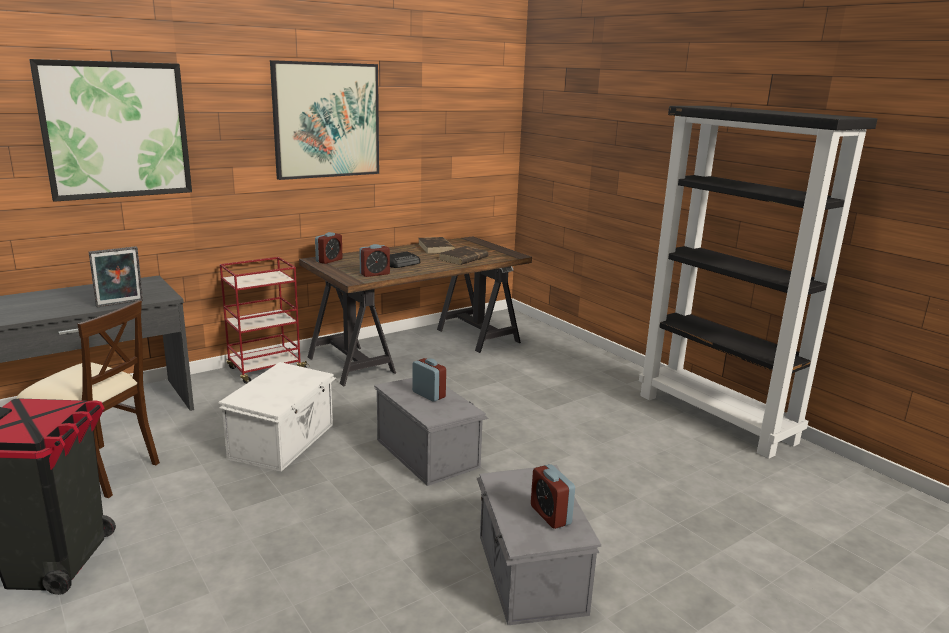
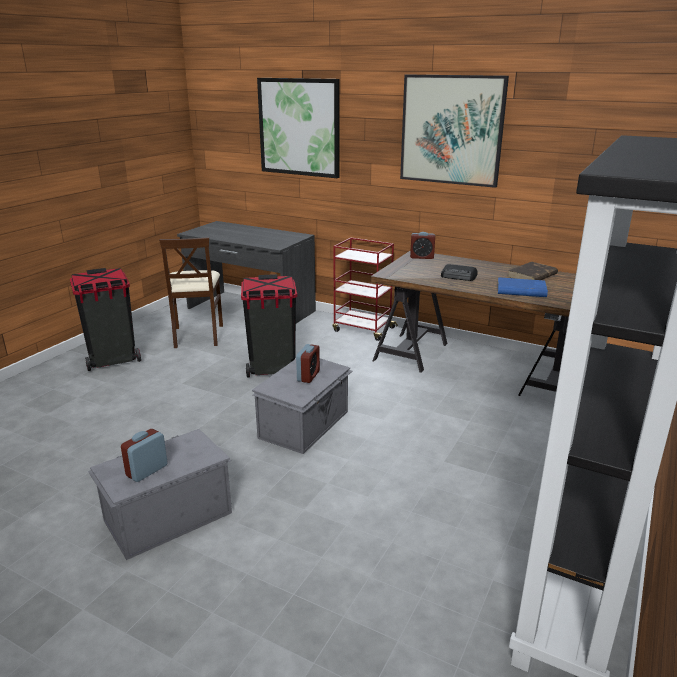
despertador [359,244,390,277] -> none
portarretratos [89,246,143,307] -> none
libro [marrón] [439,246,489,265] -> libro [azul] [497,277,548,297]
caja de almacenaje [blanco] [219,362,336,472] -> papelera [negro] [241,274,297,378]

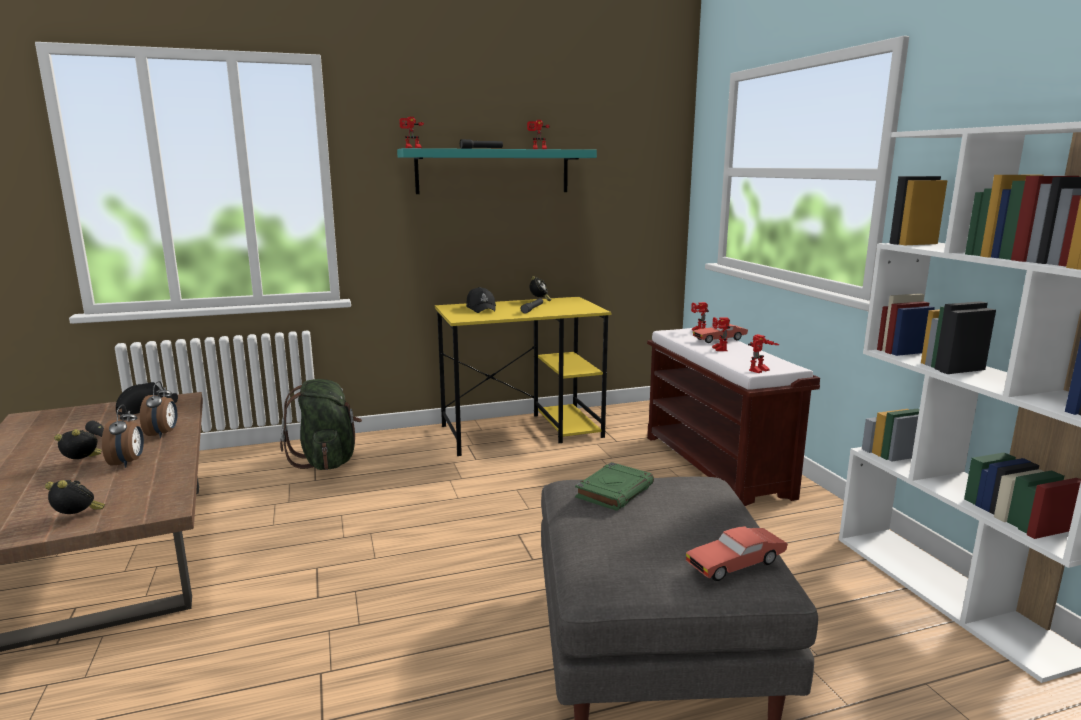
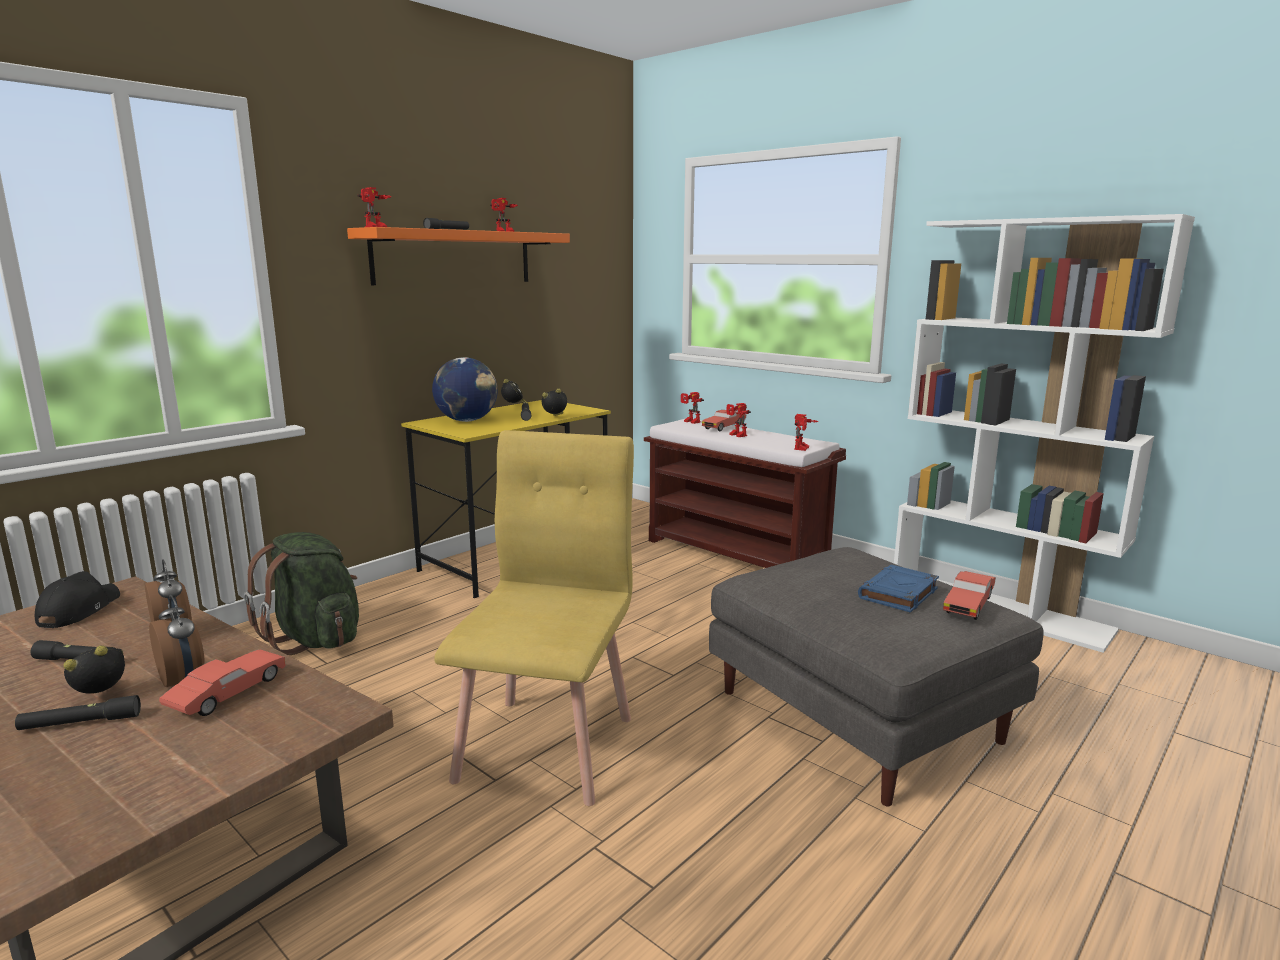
estante [turquesa] [397,148,597,194] -> estante [naranja] [347,227,570,285]
gorra [negro] [466,287,496,313] -> globo terráqueo [432,357,497,422]
libro [verde] [575,462,654,511] -> none
despertador [45,480,105,514] -> despertador [542,388,567,416], move
none -> silla [amarillo] [434,430,634,806]
none -> libro [azul] [858,565,939,613]
none -> coche de juguete [rojo] [159,650,286,716]
none -> linterna [negro] [15,695,141,730]

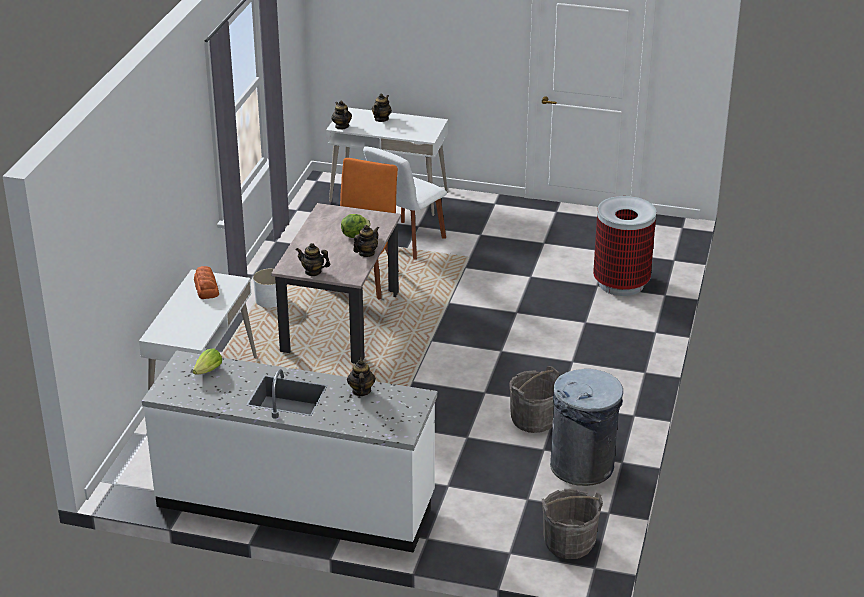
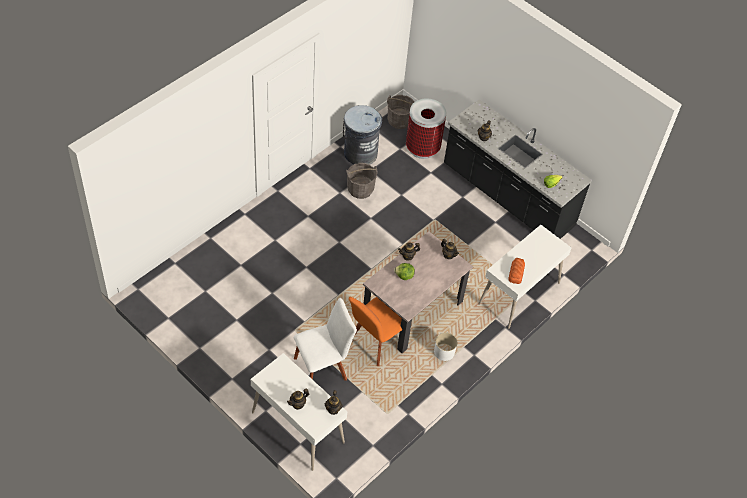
papelera [593,196,656,296] -> papelera [406,99,446,159], move
mueble bajo de cocina [blanco] [142,350,437,552] -> mueble bajo de cocina [negro] [444,99,592,239]

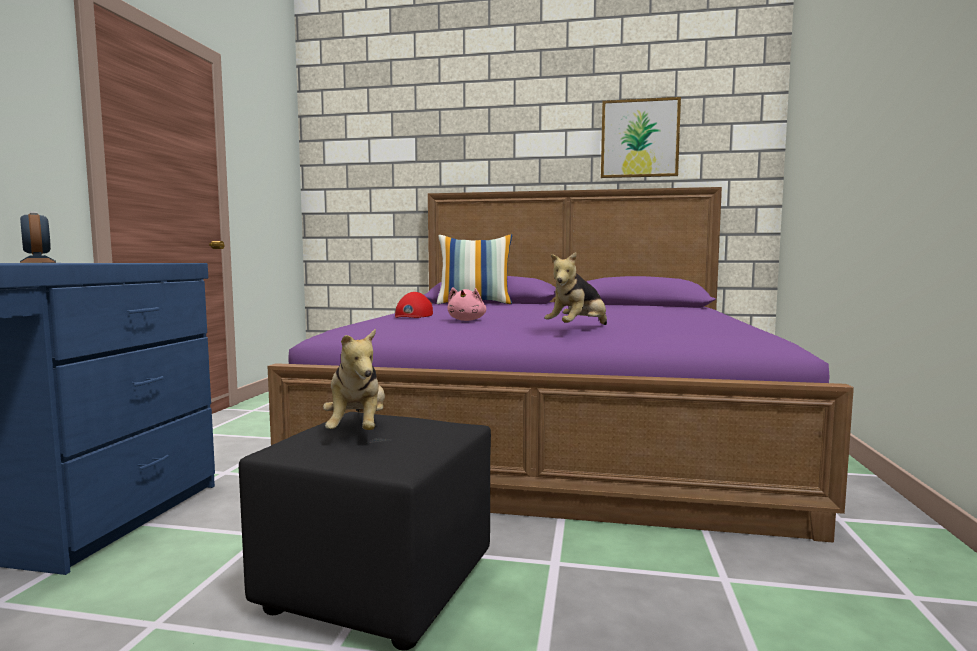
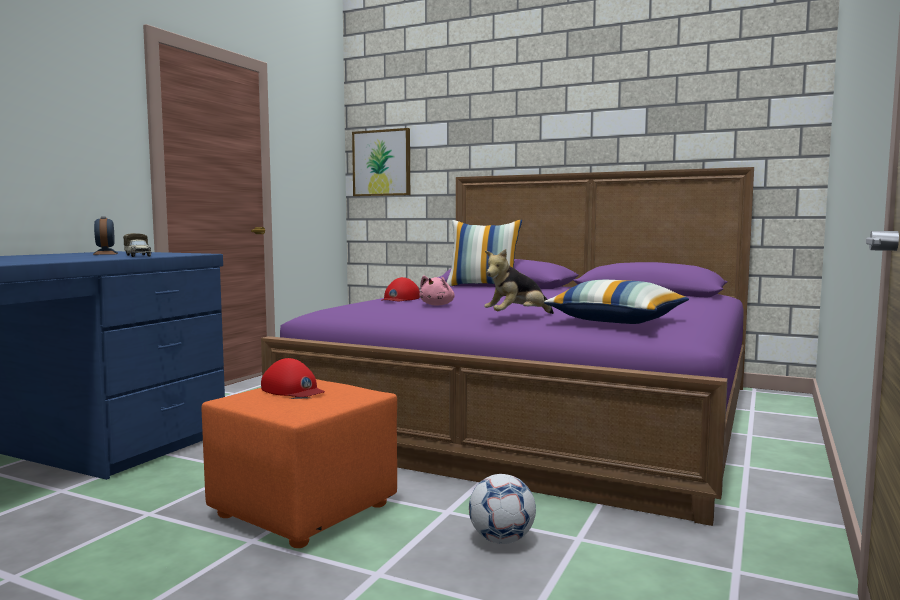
cuadro [601,97,681,178] -> cuadro [352,128,410,196], move
peluche [323,328,385,430] -> gorra [rojo] [261,358,325,397]
puf [negro] [239,412,491,650] -> puf [naranja] [201,379,397,548]
none -> camión de juguete [123,233,152,257]
none -> cojín [544,280,689,324]
none -> balón de fútbol [469,474,536,544]

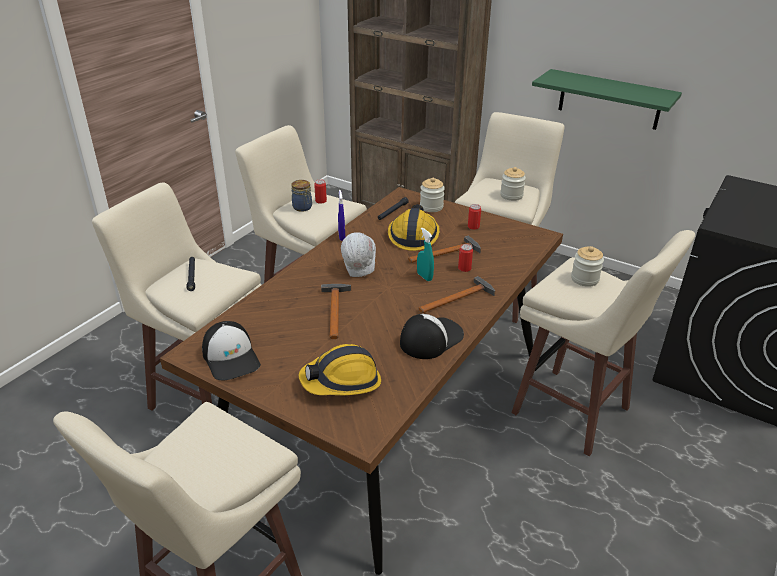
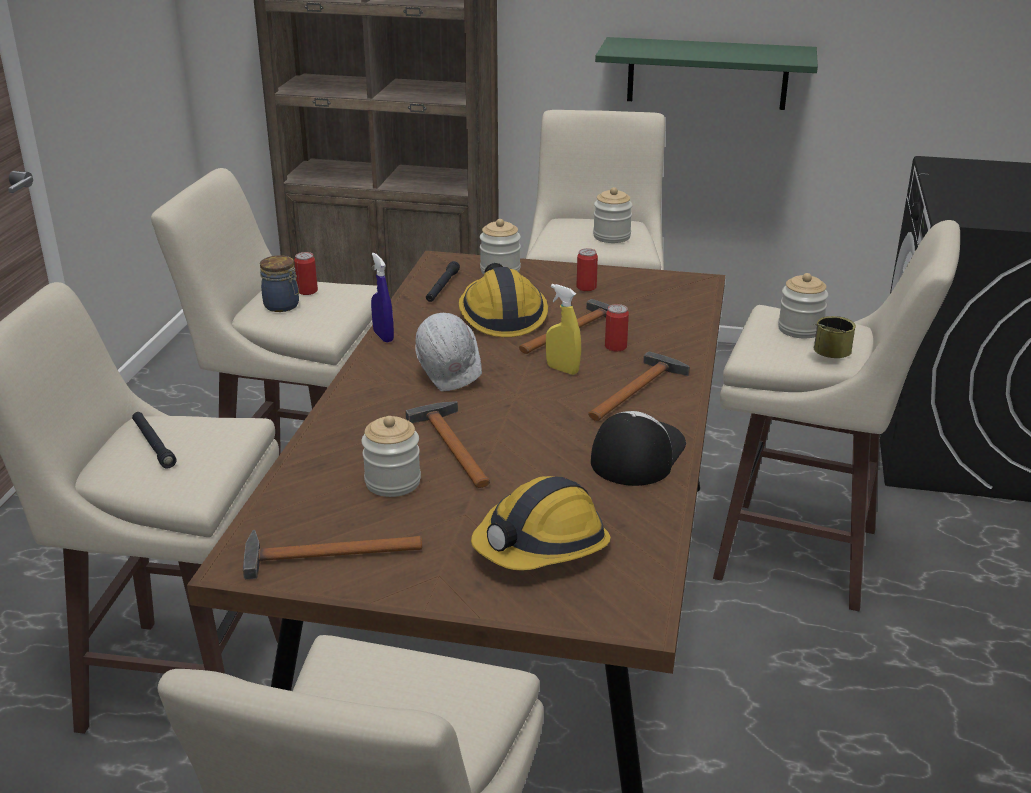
pulverizador [turquesa] [417,228,434,281] -> pulverizador [amarillo] [546,284,581,375]
gorra [202,321,261,380] -> martillo [243,530,422,579]
none -> lata [814,316,856,358]
none -> tarro [362,416,421,497]

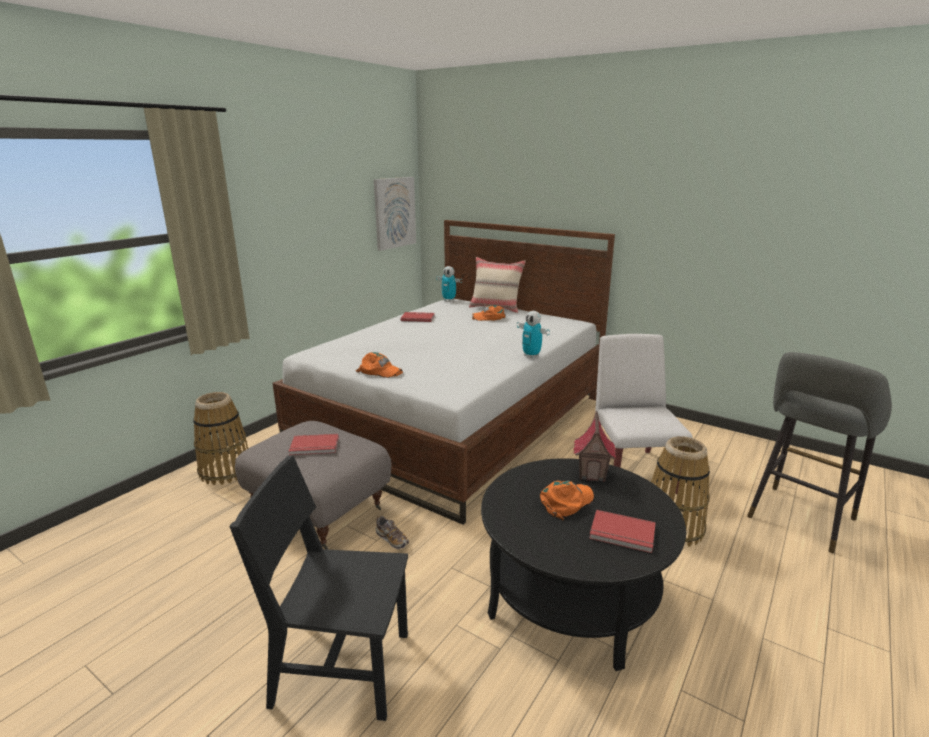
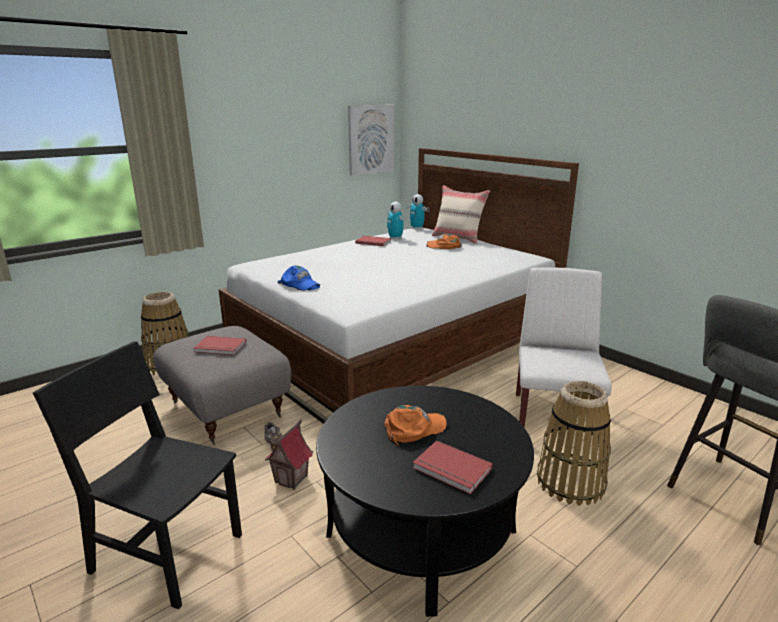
robot de juguete [517,311,550,358] -> robot de juguete [387,202,405,240], move
gorra [naranja] [356,352,403,378] -> gorra [azul] [277,266,320,291]
casita [573,411,616,482] -> casita [265,419,313,490], move

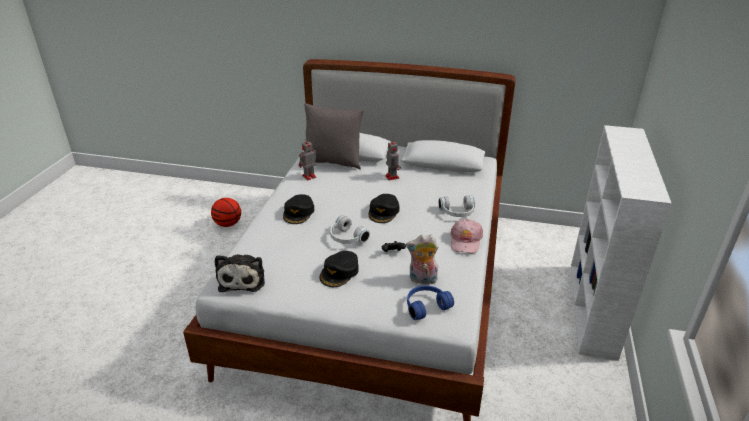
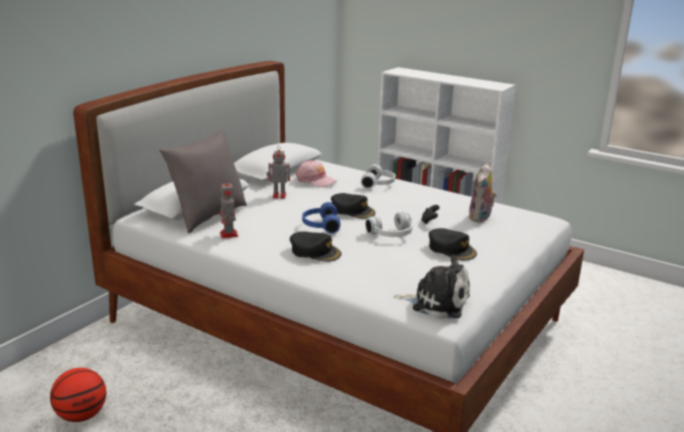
gorra [rosa] [450,219,483,253] -> gorra [rosa] [296,160,337,187], move
auriculares [azul] [407,285,454,320] -> auriculares [azul] [302,202,340,234], move

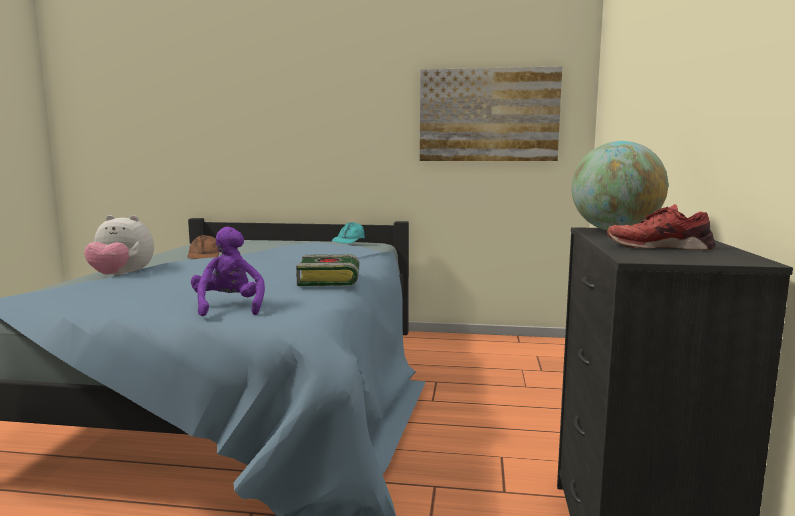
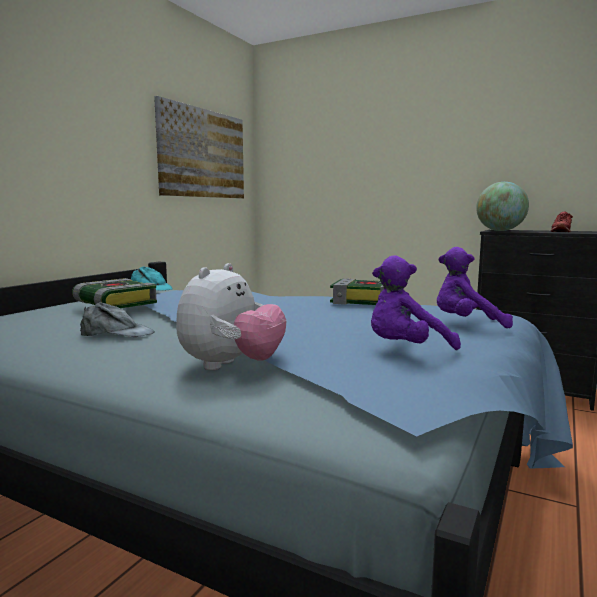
gorra [marrón] [187,235,219,259] -> gorra [gris] [80,302,155,337]
none -> peluche [morado] [371,255,461,350]
none -> libro [72,278,157,308]

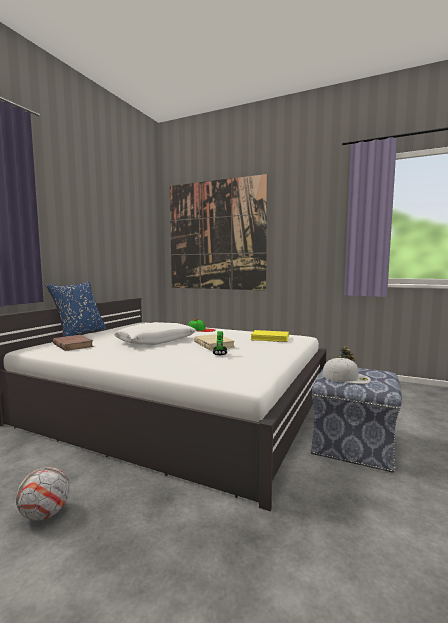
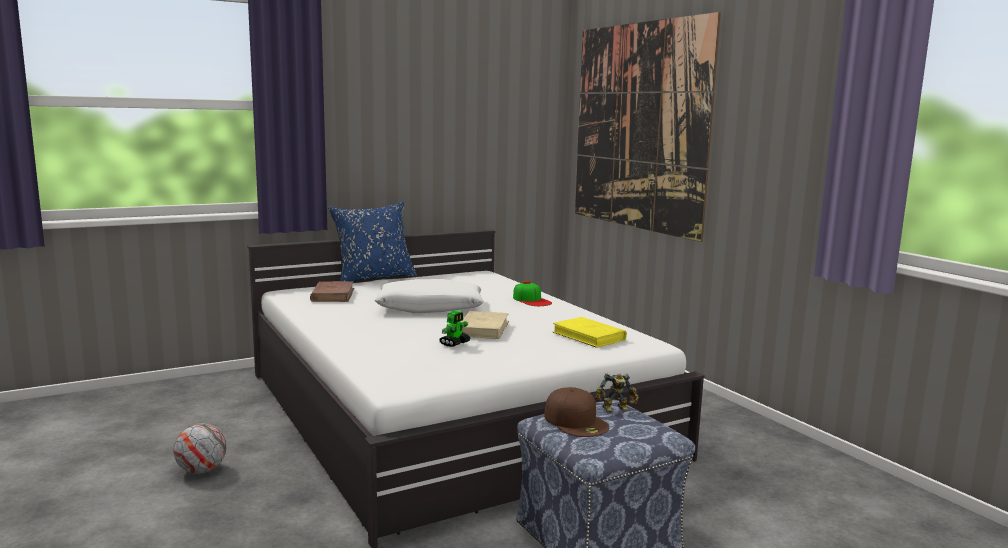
gorra [blanco] [323,358,371,384] -> gorra [marrón] [544,387,609,437]

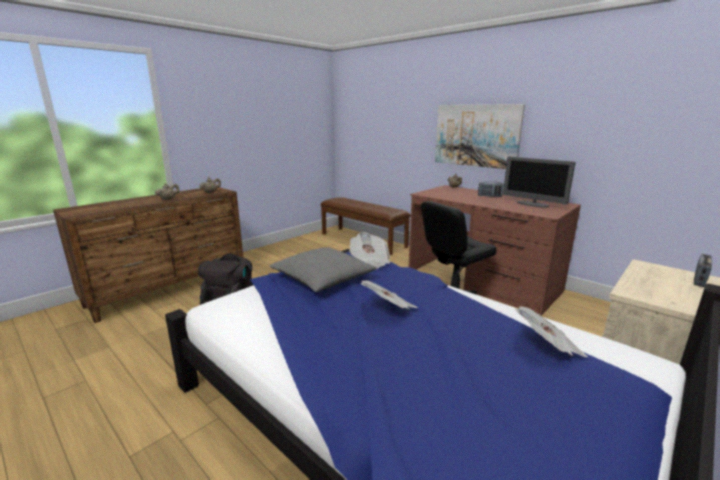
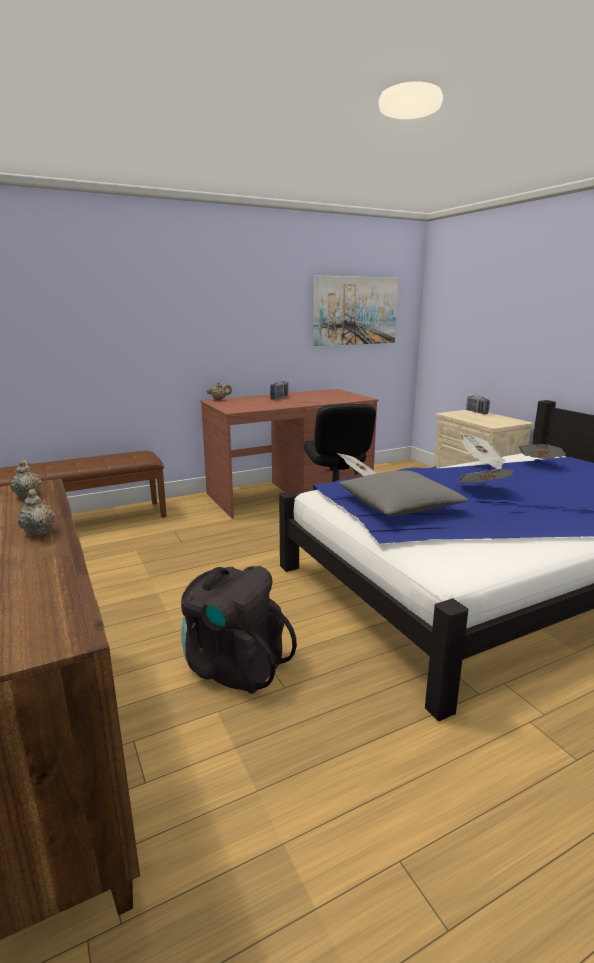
cuadro [435,104,525,169] -> cuadro [313,276,398,346], move
monitor [503,156,576,208] -> none
none -> periódico [462,434,505,469]

